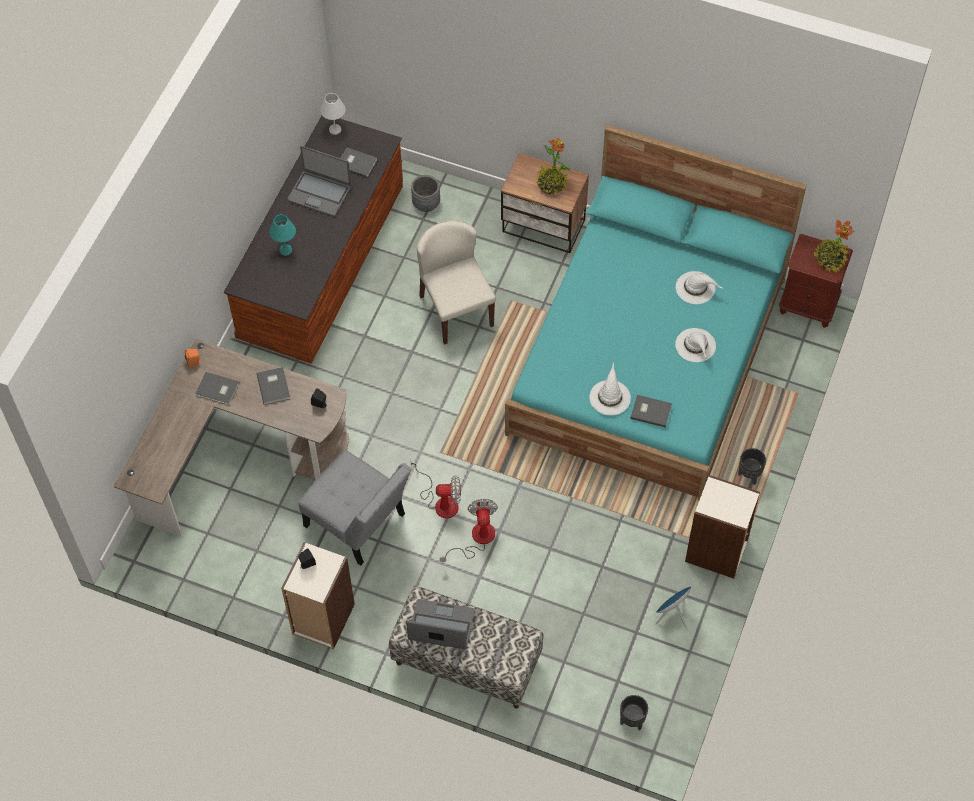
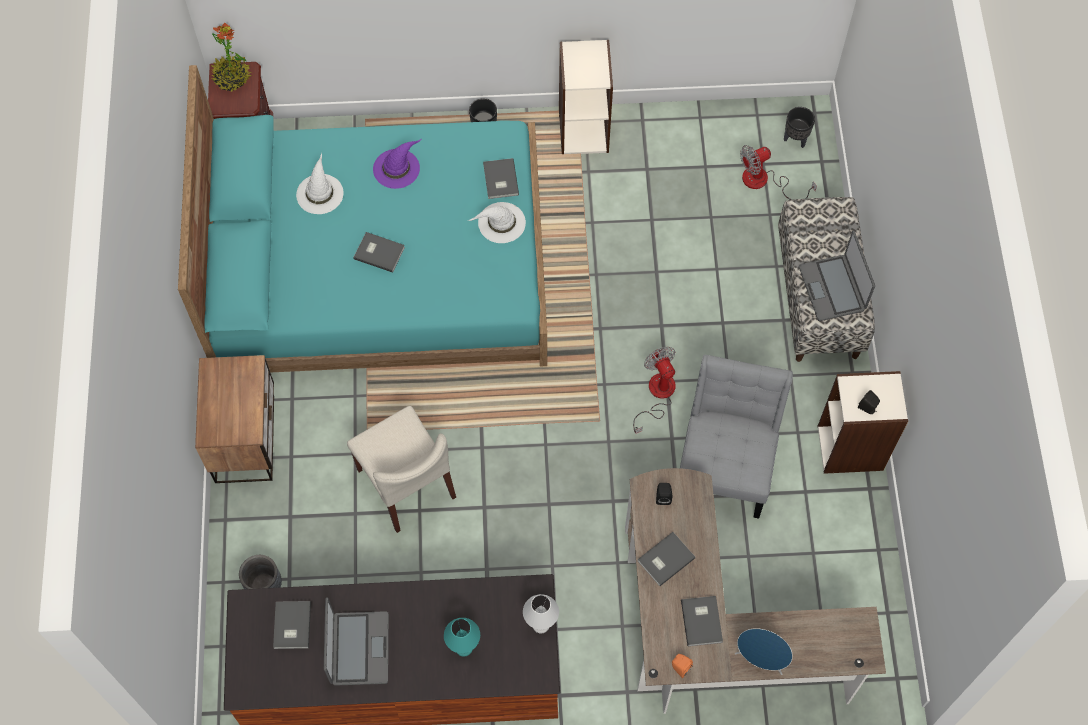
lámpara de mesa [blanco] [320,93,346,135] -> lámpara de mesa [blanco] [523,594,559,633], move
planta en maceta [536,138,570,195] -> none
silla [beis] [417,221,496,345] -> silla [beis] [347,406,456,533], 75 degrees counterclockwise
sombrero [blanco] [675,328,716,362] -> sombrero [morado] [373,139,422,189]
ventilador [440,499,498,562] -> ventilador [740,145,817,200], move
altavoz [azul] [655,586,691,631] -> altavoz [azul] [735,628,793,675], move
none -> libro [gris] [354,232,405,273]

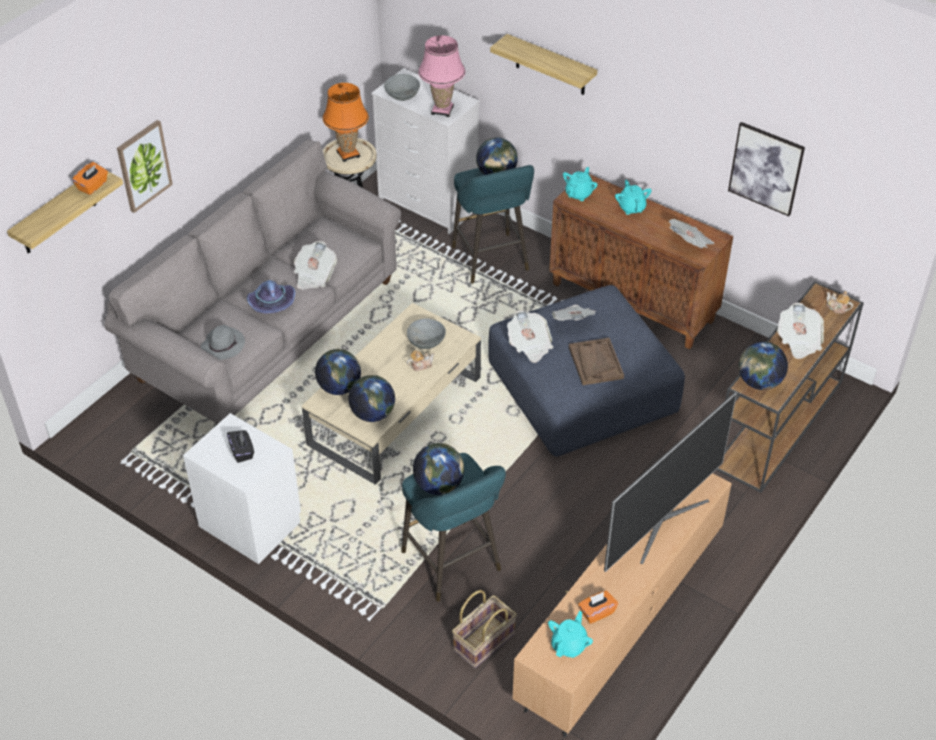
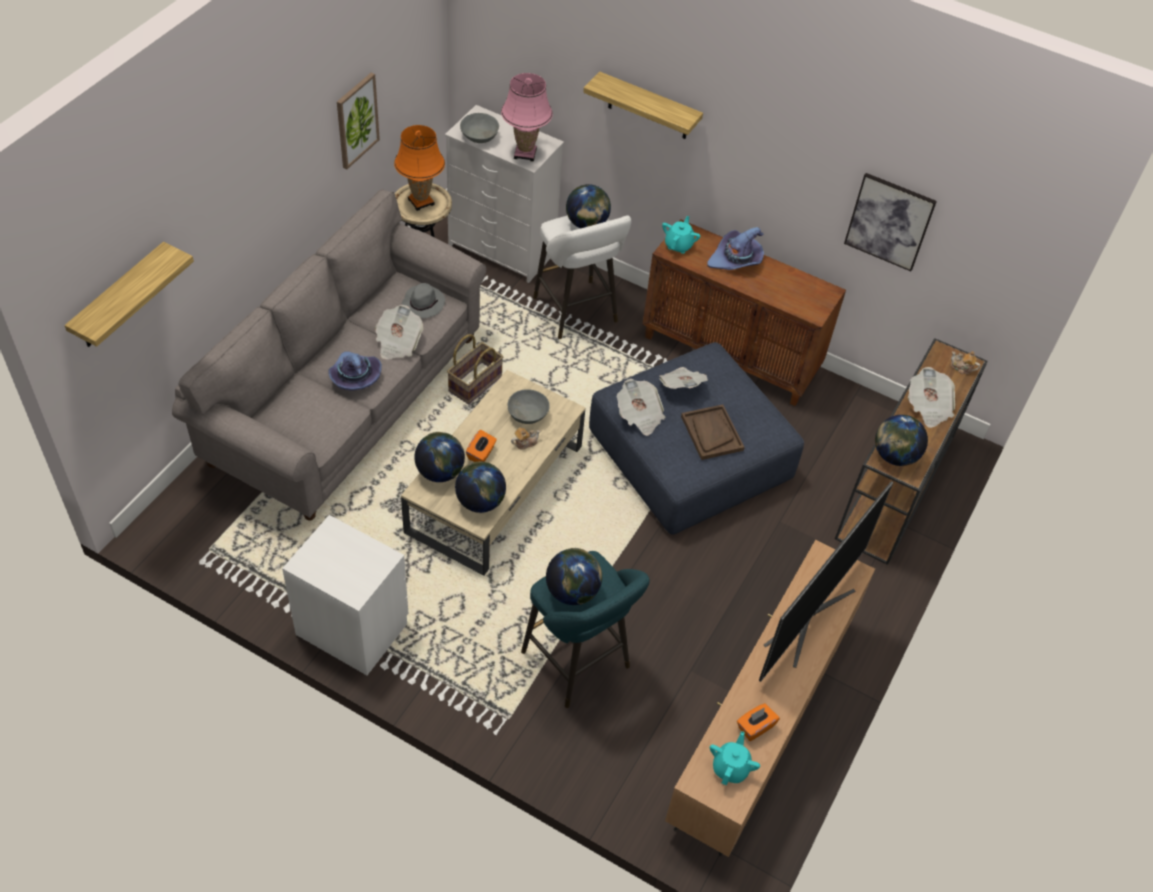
cuadro [117,120,173,213] -> cuadro [337,73,380,169], move
caja de pañuelos [naranja] [72,162,108,195] -> caja de pañuelos [naranja] [466,430,497,462], move
taburete [turquesa] [452,165,534,283] -> taburete [blanco] [533,215,632,339]
tetera [turquesa] [615,180,652,215] -> sombrero [morado] [707,227,764,270]
periódico [669,219,714,248] -> none
sombrero [gris] [200,325,245,360] -> sombrero [gris] [401,283,445,318], move
caja de pañuelos [negro] [227,430,254,463] -> none
cesta [452,590,517,668] -> cesta [447,334,503,405], move

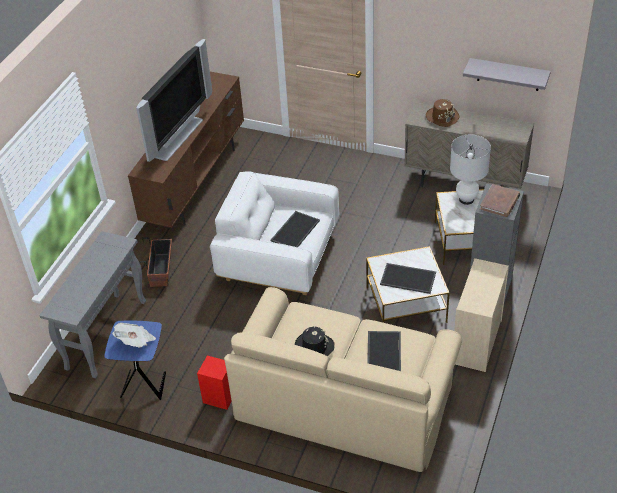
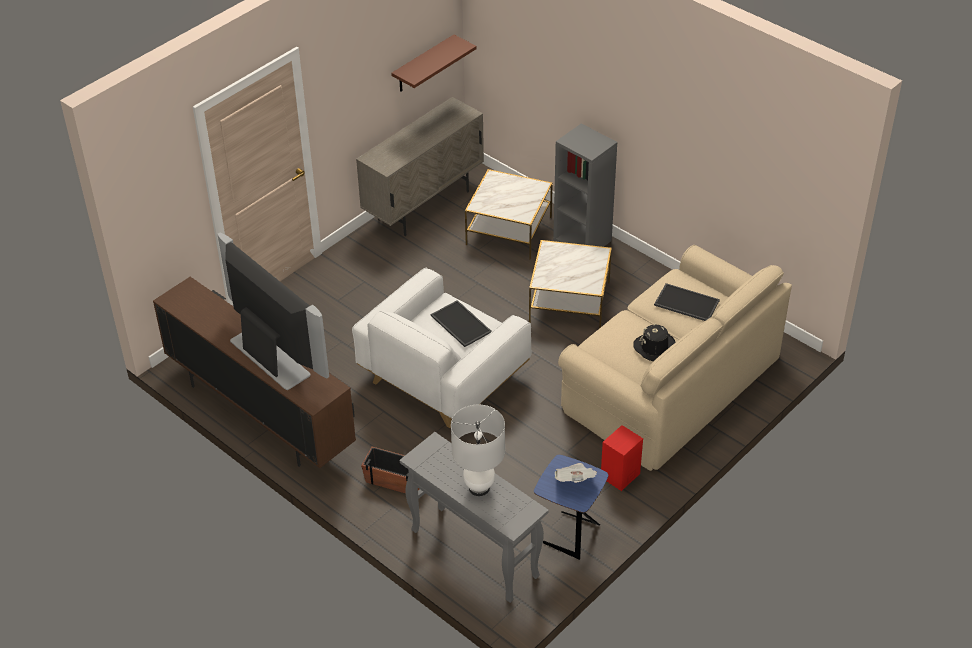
estante [gris] [463,58,551,91] -> estante [marrón] [391,35,477,92]
sombrero [marrón] [426,99,460,127] -> none
lámpara de mesa [blanco] [450,134,491,205] -> lámpara de mesa [blanco] [451,404,505,496], move
libro [marrón] [480,184,520,217] -> none
cómoda [beis] [454,258,509,372] -> none
bandeja [380,263,436,294] -> none

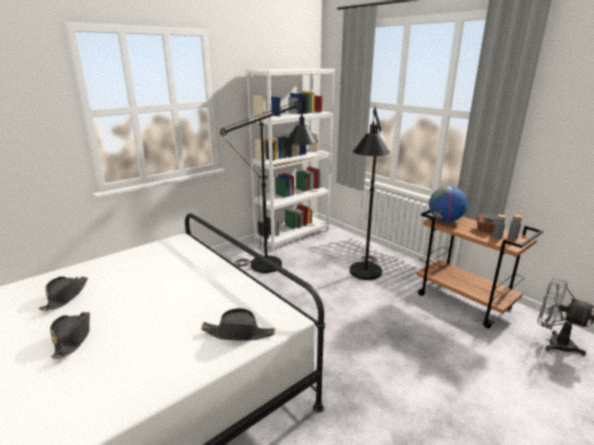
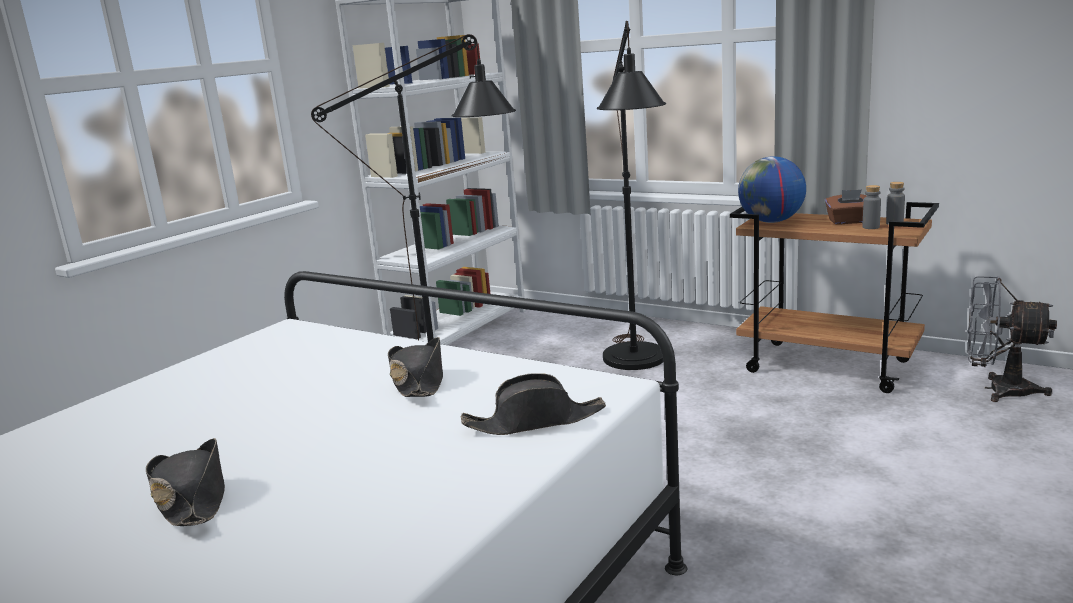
sombrero [negro] [39,276,88,311] -> sombrero [negro] [388,337,443,397], move

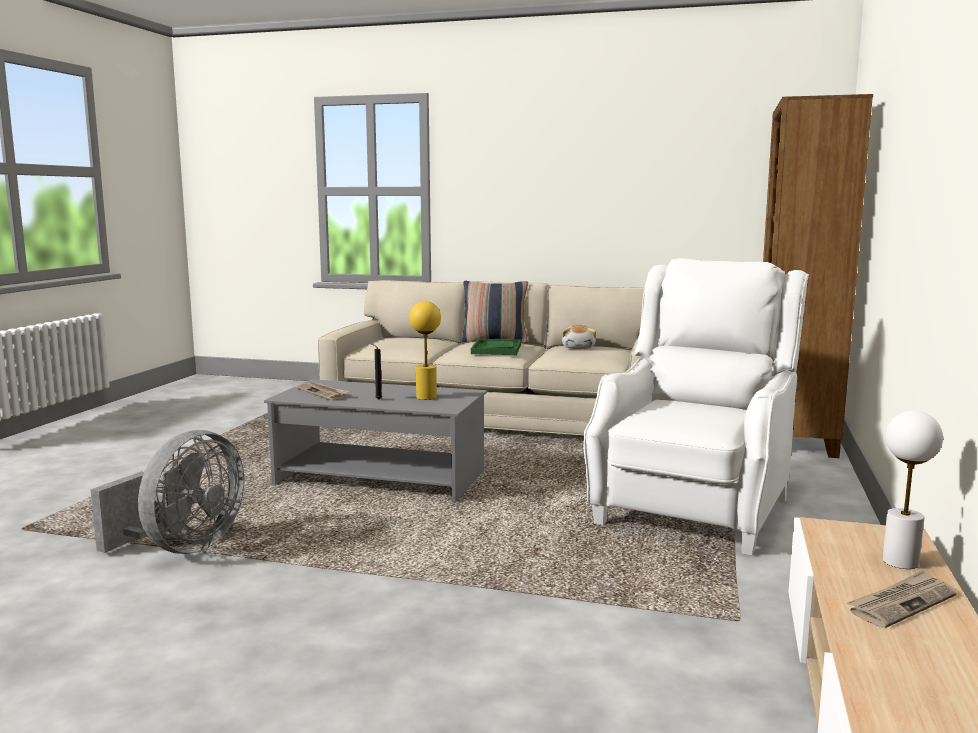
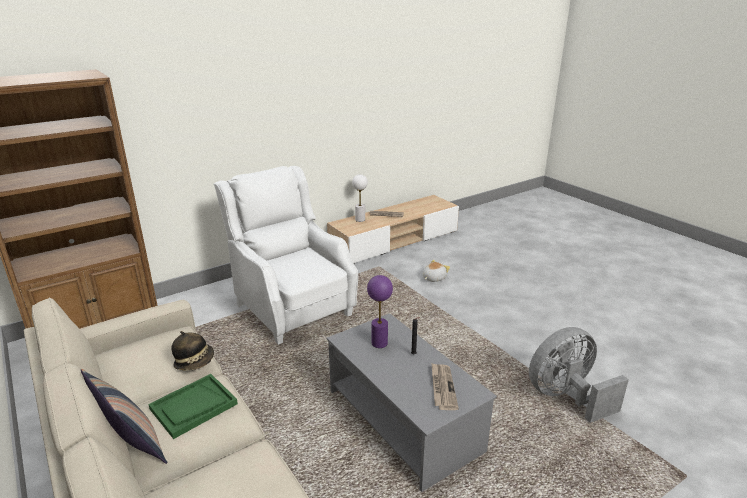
sillón [blanco] [583,258,809,556] -> sillón [blanco] [213,166,358,345], 75 degrees clockwise
lámpara de mesa [amarillo] [410,301,441,400] -> lámpara de mesa [morado] [367,275,393,348]
peluche [562,325,596,349] -> peluche [423,260,450,282], move
none -> sombrero [171,331,214,371]

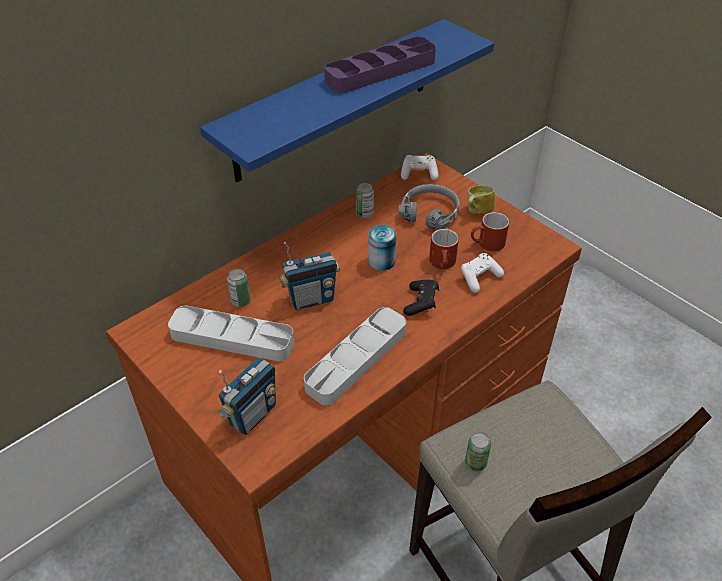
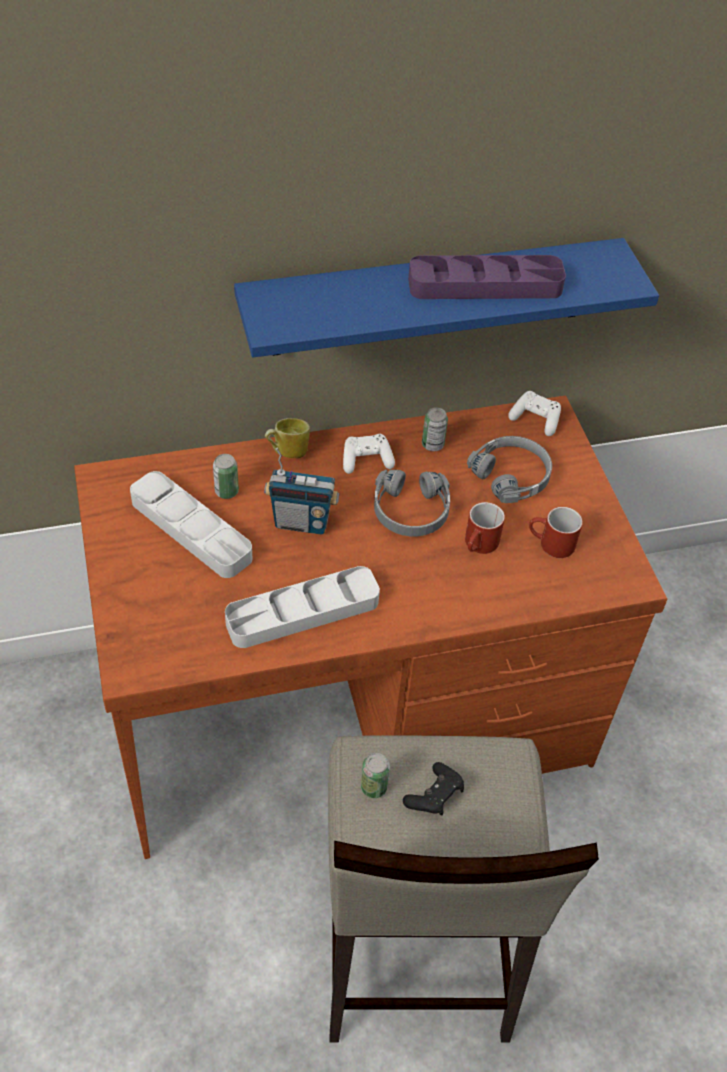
taza grande [468,185,495,214] -> taza grande [265,418,310,458], move
lata [368,225,397,271] -> auriculares [gris] [374,469,450,537]
mando de consola [blanco] [461,253,504,293] -> mando de consola [blanco] [343,434,395,474], move
mando de consola [negro] [403,280,439,316] -> mando de consola [negro] [403,762,464,816], move
radio [217,357,276,435] -> none

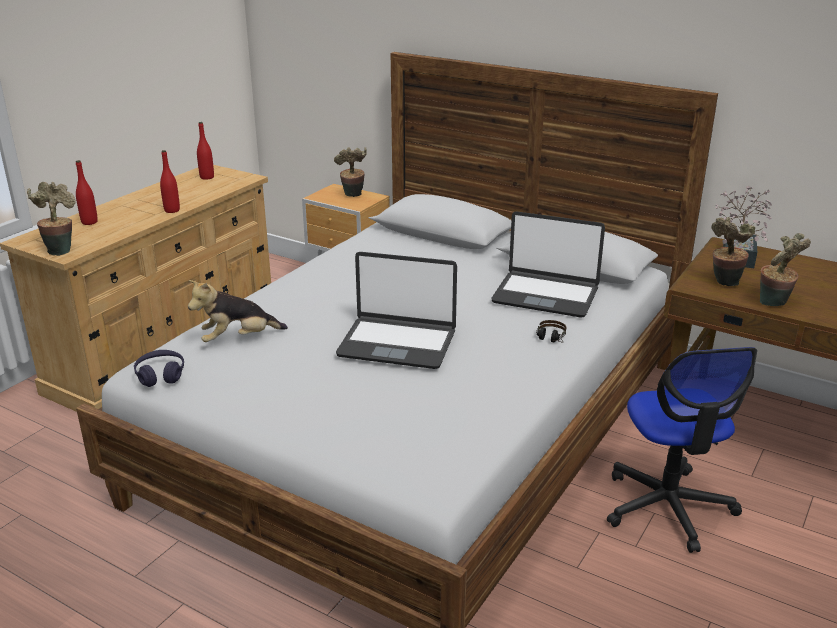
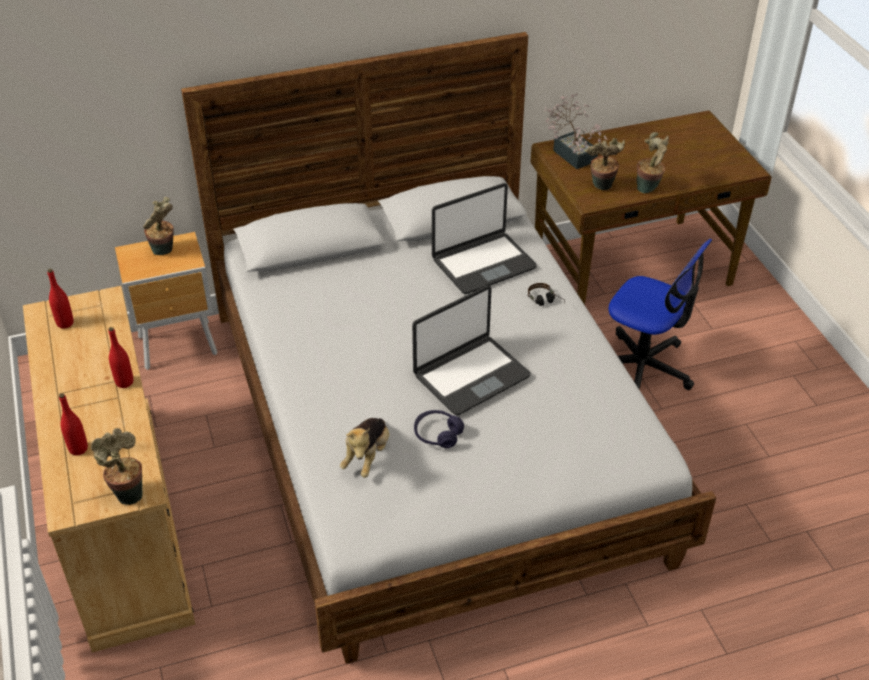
auriculares [morado] [134,350,184,387] -> auriculares [morado] [414,410,464,448], move

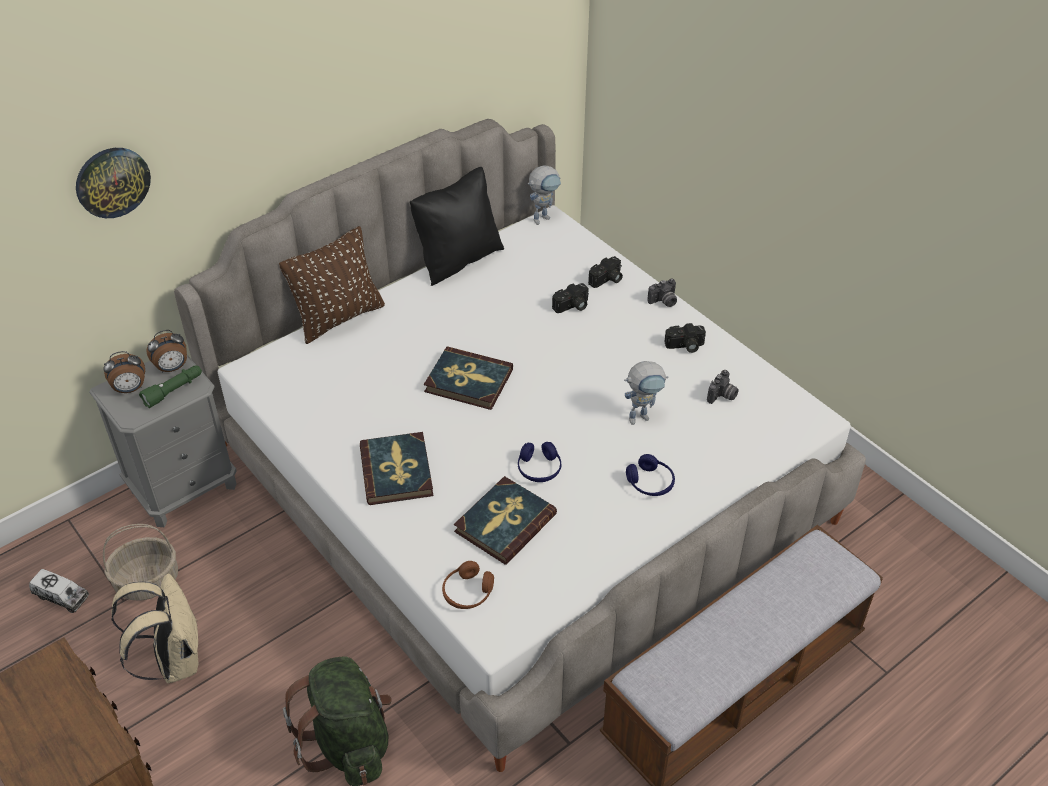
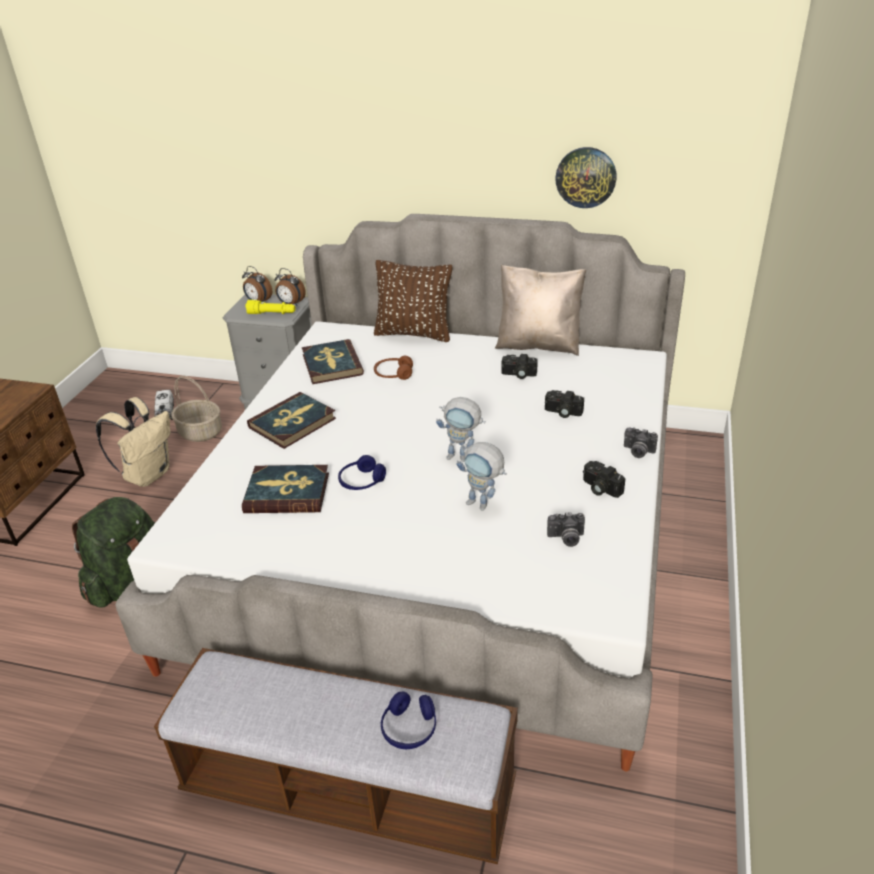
reloj de pared [76,148,151,218] -> reloj de pared [555,147,617,208], move
robot de juguete [528,166,561,225] -> robot de juguete [436,397,486,462], move
cojín [negro] [410,167,504,286] -> cojín [beis] [495,265,586,356]
cámara [588,256,623,288] -> cámara [501,354,538,379], move
libro [424,346,513,410] -> libro [302,339,364,384], move
linterna [verde] [139,366,202,408] -> linterna [amarillo] [246,300,295,314]
auriculares [azul] [626,454,675,496] -> auriculares [azul] [381,692,436,749], move
auriculares [marrón] [442,561,494,609] -> auriculares [marrón] [374,356,413,380], move

